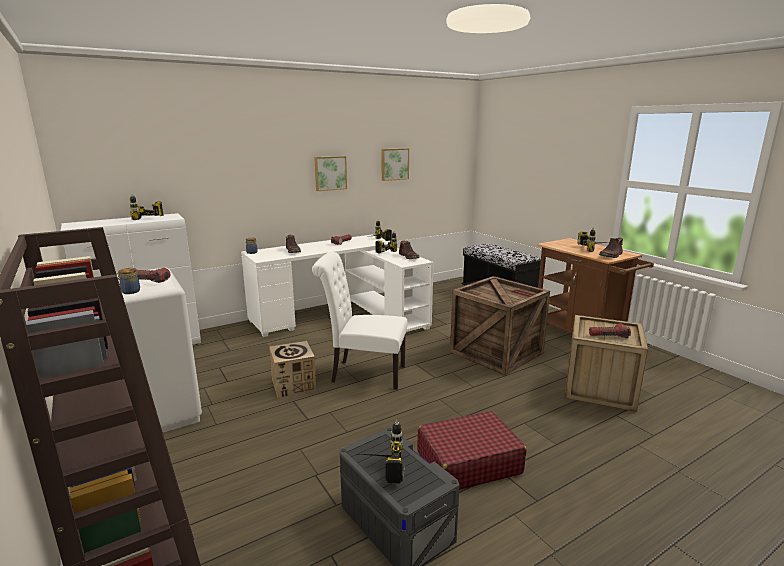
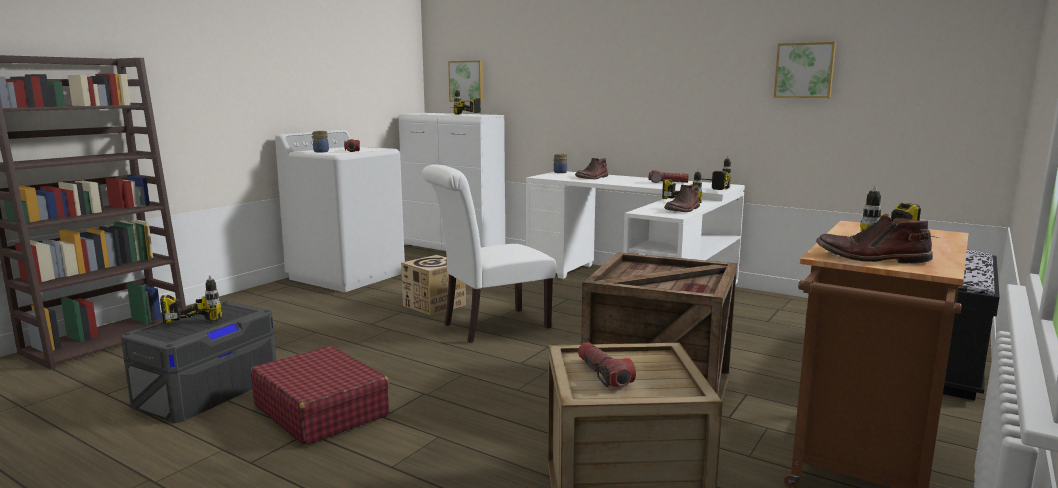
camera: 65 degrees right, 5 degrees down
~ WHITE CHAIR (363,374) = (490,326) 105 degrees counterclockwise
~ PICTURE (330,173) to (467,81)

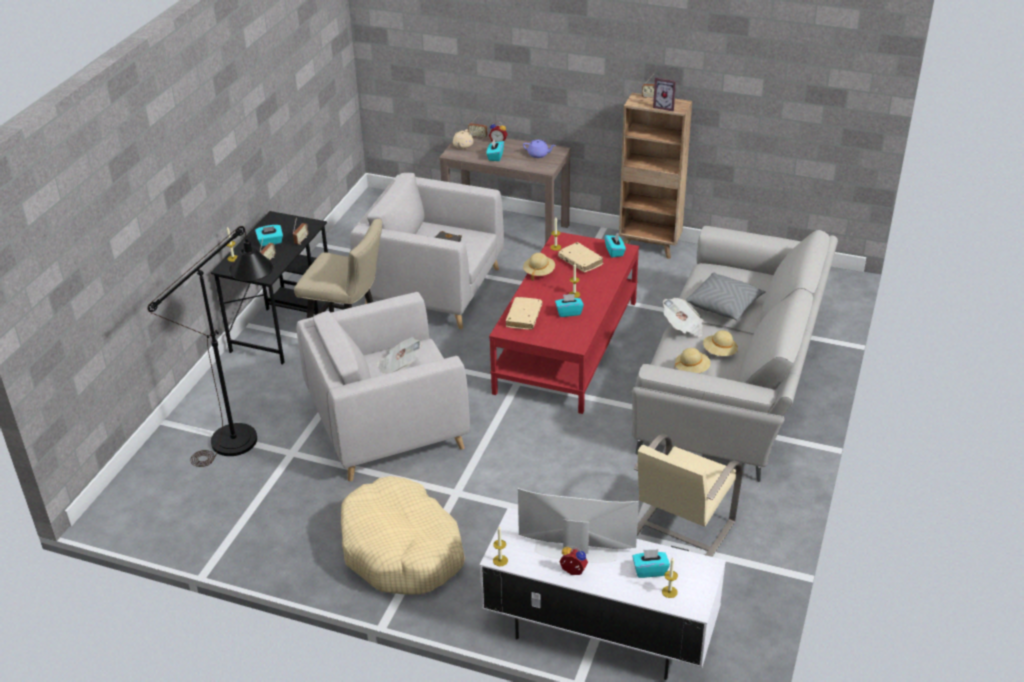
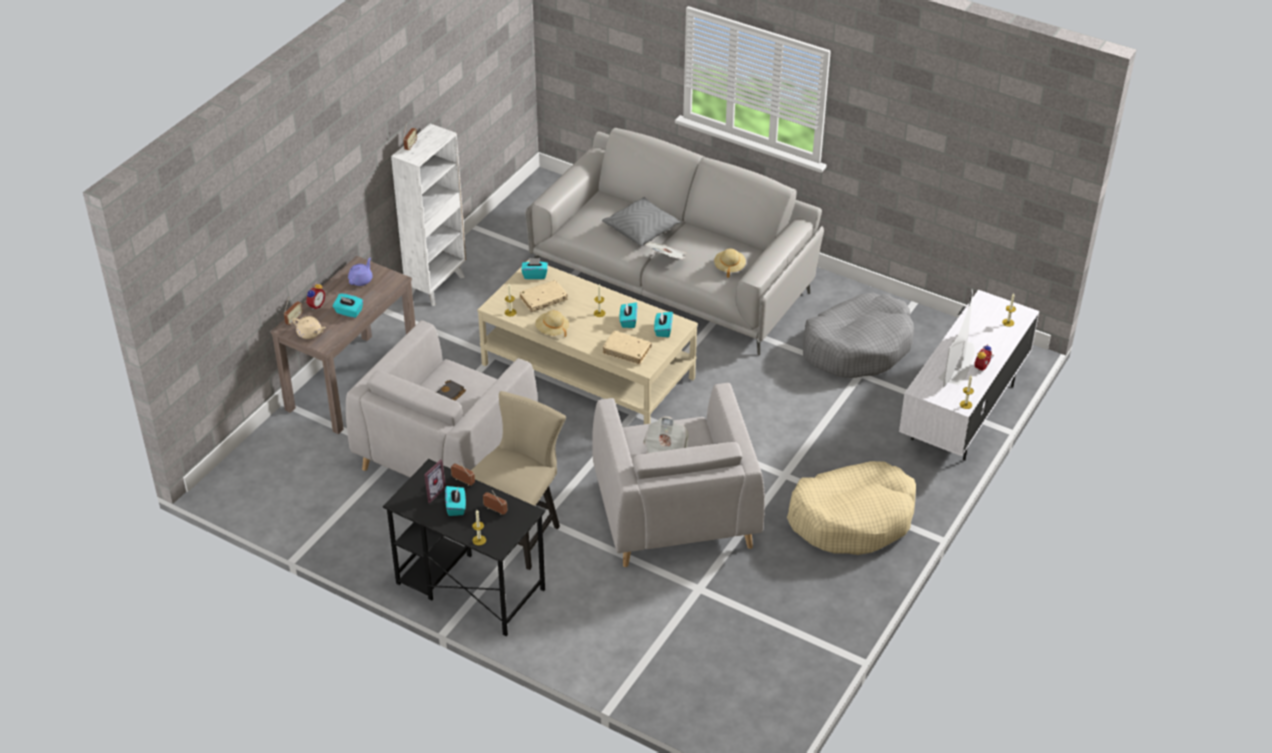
camera: 80 degrees left, 5 degrees up
- BLACK FLOOR LAMP (245,434)
~ RED COFFEE TABLE (566,346) to BEIGE COFFEE TABLE (588,371)
~ BROWN BOOKCASE (650,247) to WHITE BOOKCASE (437,285)
~ TURQUOISE TISSUE BOX (650,570) to (663,330)
~ BEIGE CHAIR (681,529) to GREY DOG BED (857,347)
~ PICTURE FRAME (665,107) to (431,492)
- BEIGE HAT (719,352)

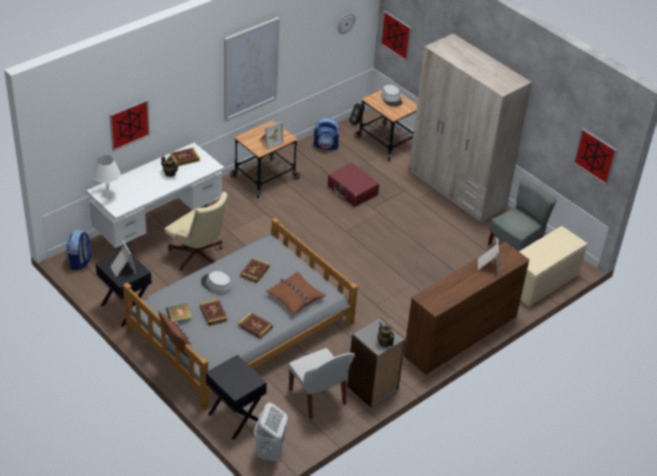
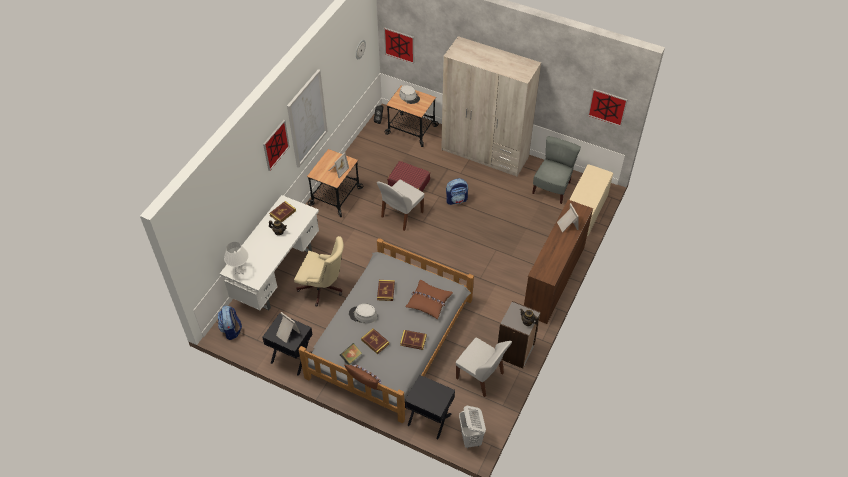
camera: 20 degrees left, 10 degrees up
~ PICTURE (129,124) to (275,145)
~ BACKPACK (326,146) to (456,200)
+ WHITE CHAIR (401,215)

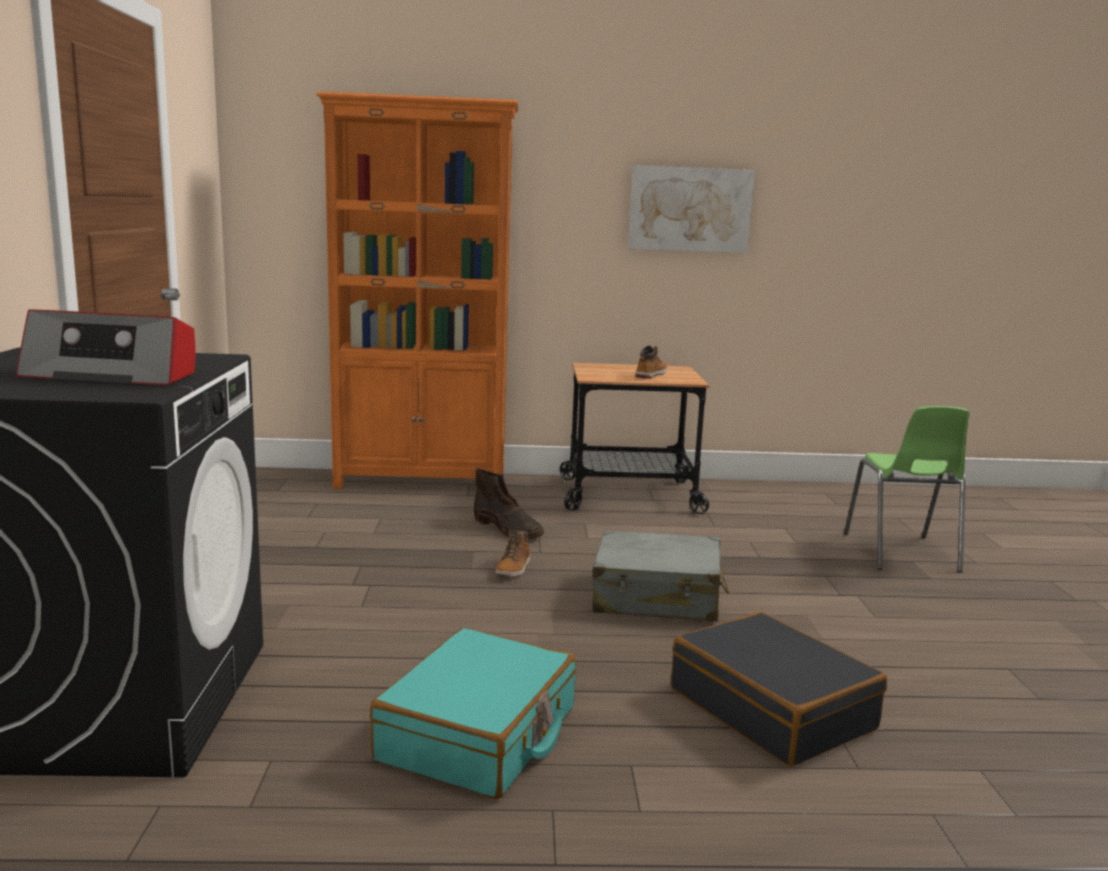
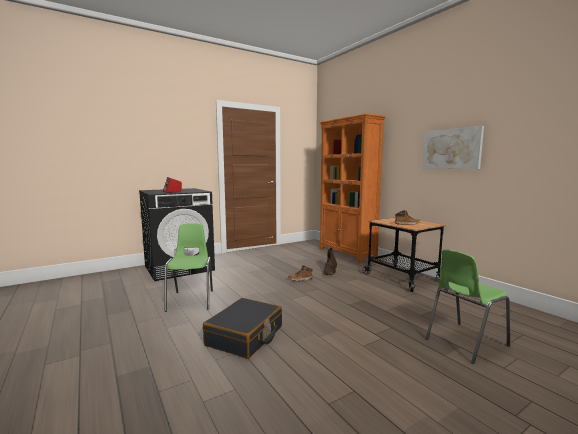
camera: 60 degrees right, 5 degrees down
~ TURQUOISE SUITCASE (479,735) to GREEN CHAIR (191,300)
- GREY SUITCASE (657,598)

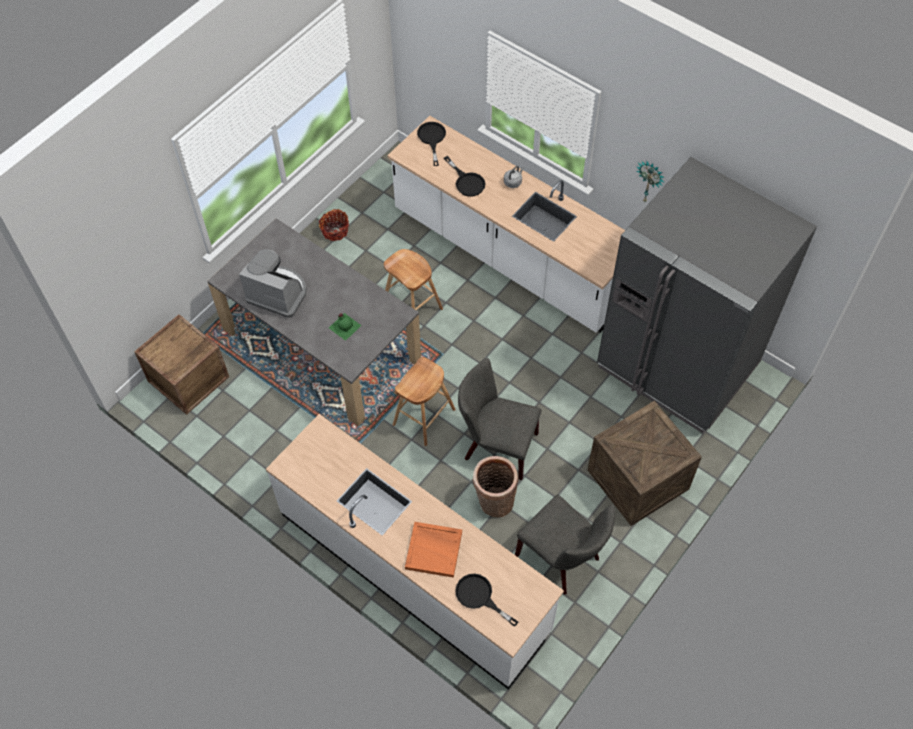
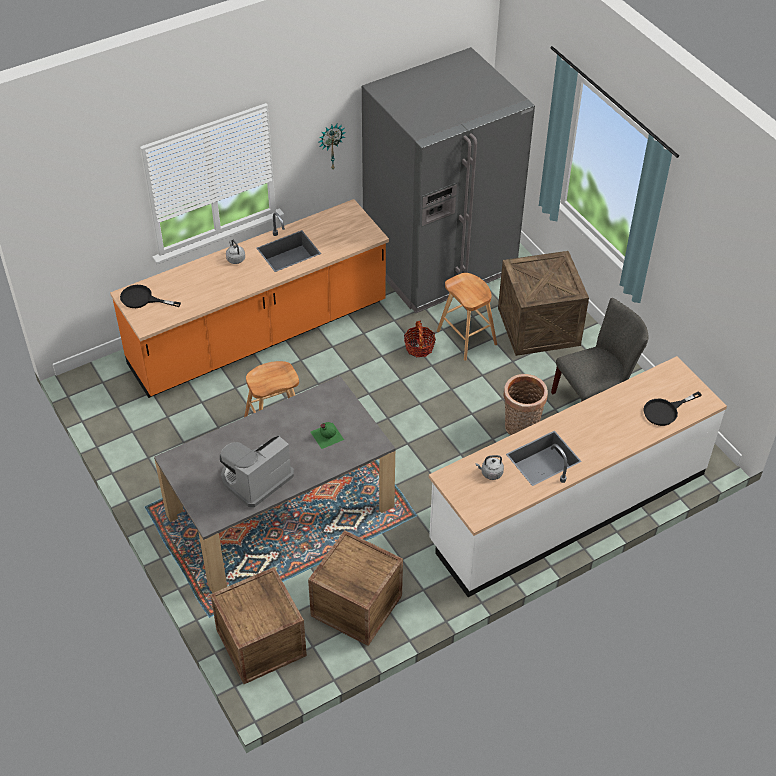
camera: 70 degrees left, 10 degrees down
~ BASKET (335,231) to (419,347)
~ WHITE COUNTER (508,256) to ORANGE COUNTER (259,335)
~ BROWN STOOL (424,417) to (466,337)
- ORANGE TRAY (434,550)
- BLACK FRYING PAN (467,182)
- GREY CHAIR (496,446)
+ CRATE (356,605)
+ GREY KETTLE (490,473)

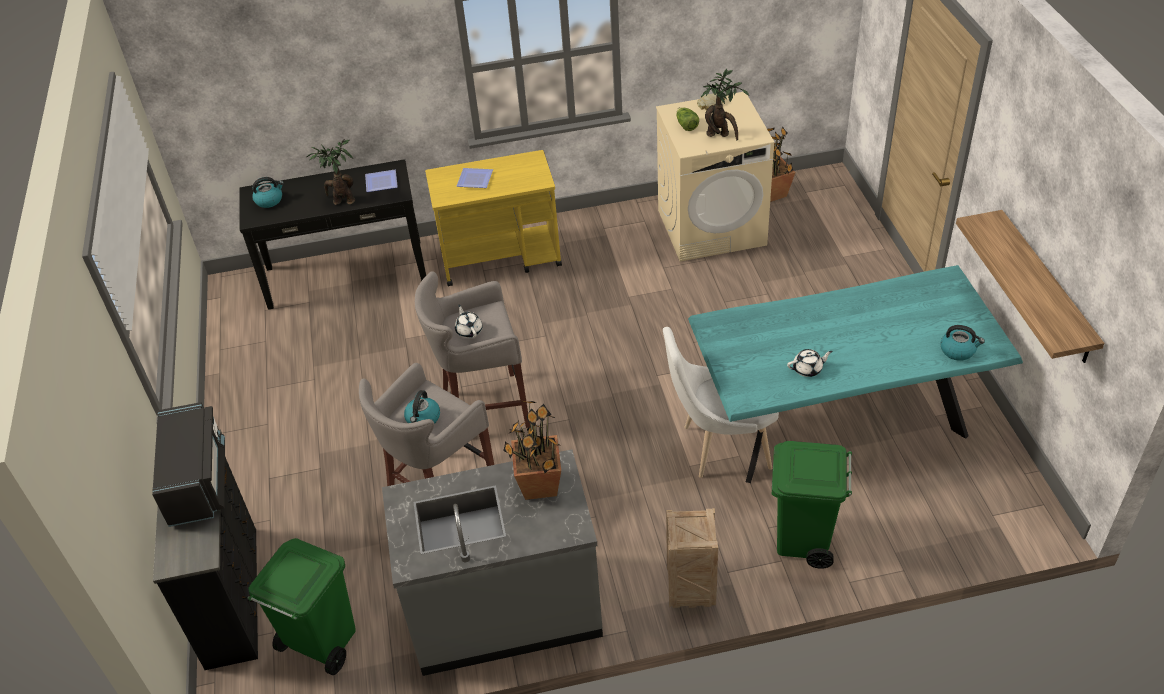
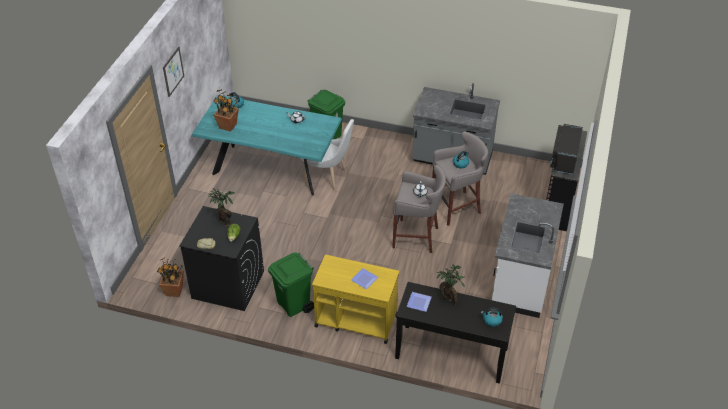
camera: 155 degrees left, 0 degrees up
~ GREEN TRASH CAN (321,642) to (294,305)
~ POTTED PLANT (539,486) to (228,126)
~ BEIGE WASHING MACHINE (712,227) to BLACK WASHING MACHINE (227,284)
- CRATE (692,589)
- SHELF (1045,287)
+ PICTURE (173,71)
+ WHITE COUNTER (520,280)

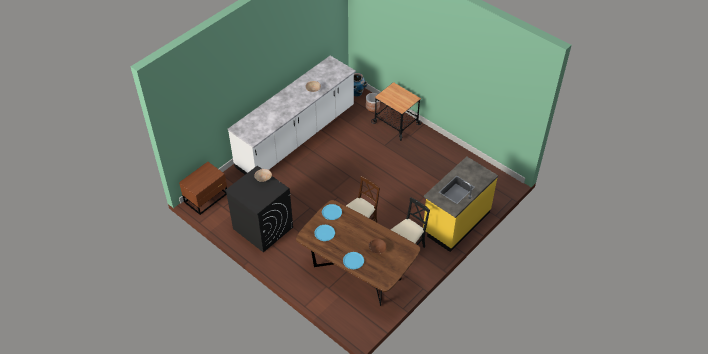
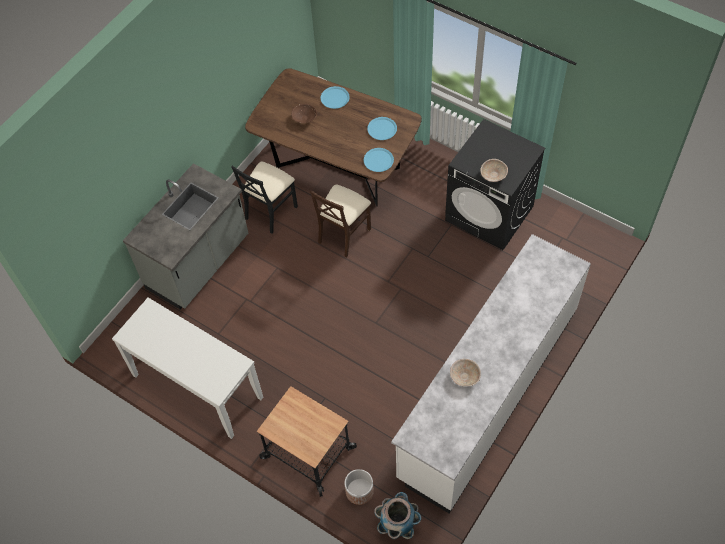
camera: 175 degrees right, 10 degrees up
- BROWN NIGHTSTAND (207,198)
~ YELLOW COUNTER (455,222) to GREY COUNTER (199,264)
+ WHITE CONSOLE TABLE (197,386)

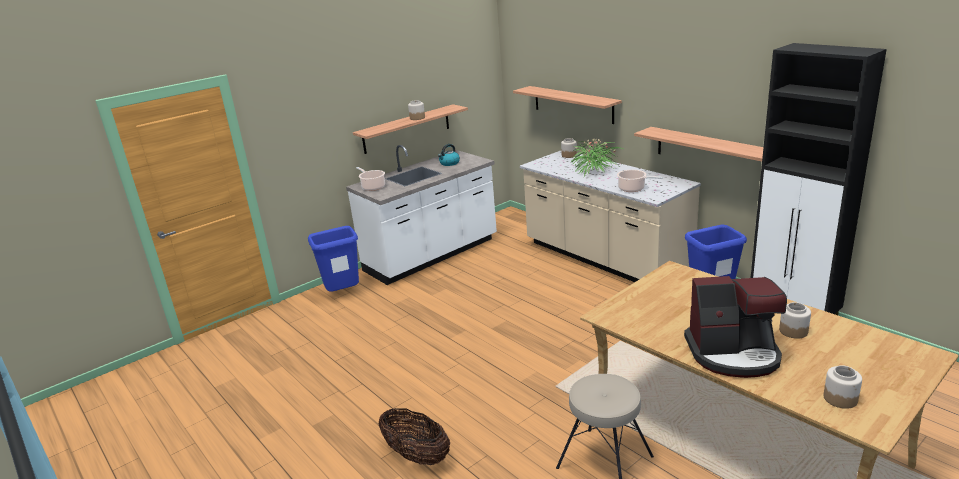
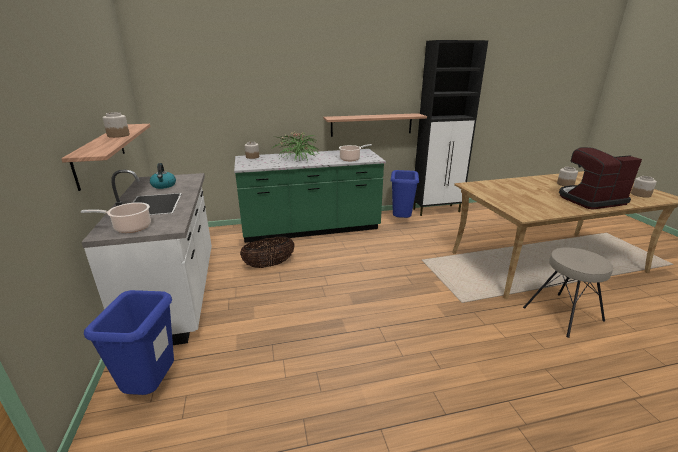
camera: 65 degrees left, 0 degrees up
~ BASKET (417,455) to (269,265)
- SHELF (573,104)
~ BEIGE COUNTER (604,259) to GREEN COUNTER (311,229)
~ COFFEE MACHINE (733,354) = (590,200) 135 degrees counterclockwise

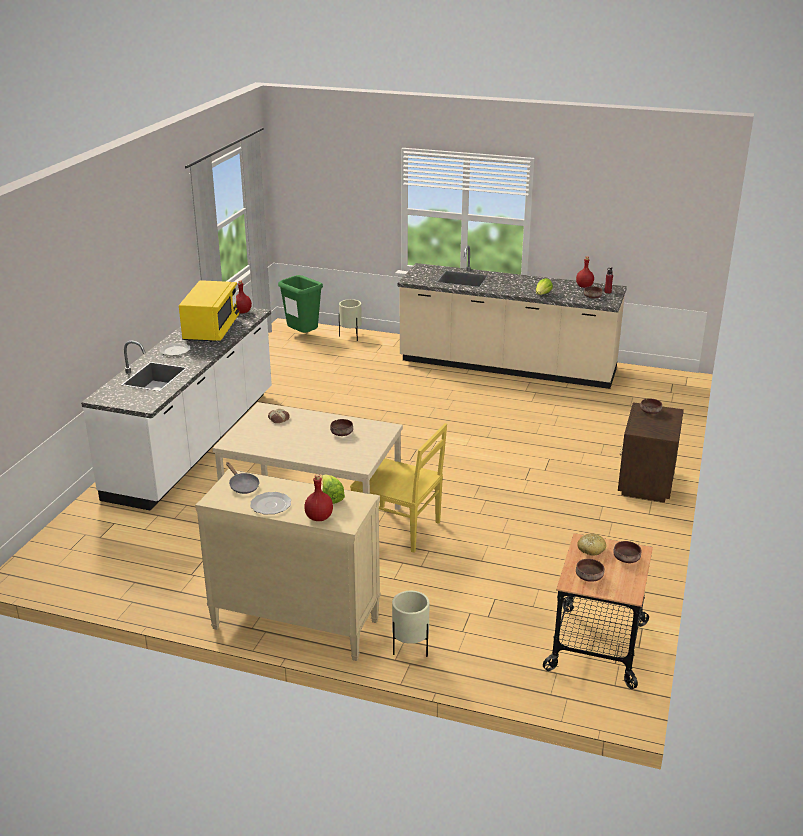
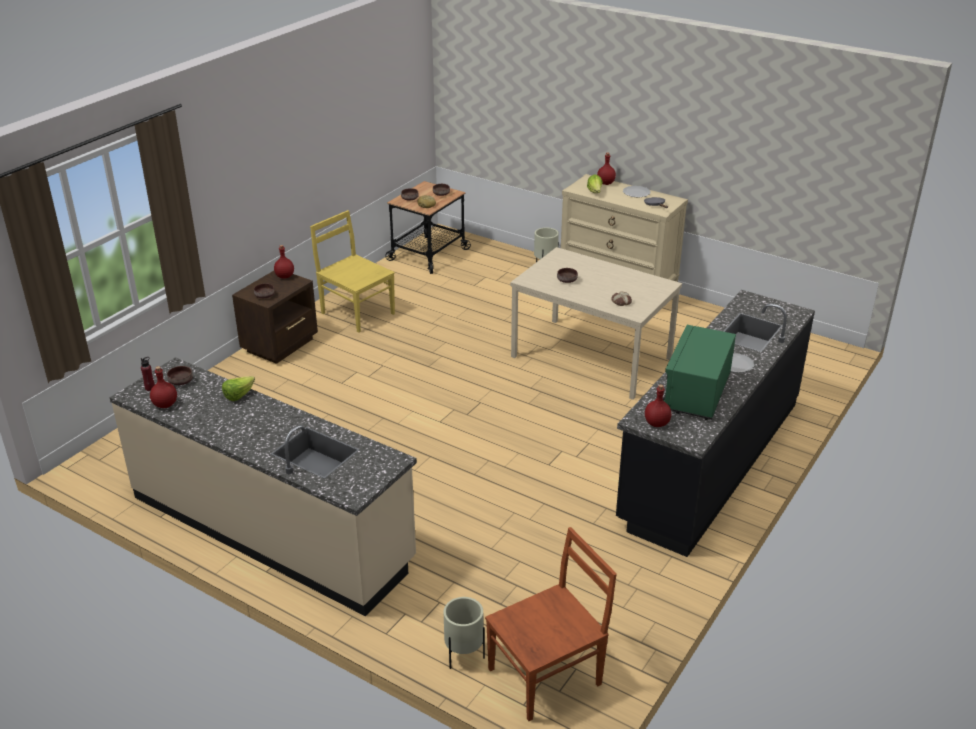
camera: 165 degrees left, 5 degrees up
~ WHITE COUNTER (195,443) to BLACK COUNTER (710,460)
~ YELLOW MICROWAVE (211,330) to GREEN MICROWAVE (696,393)
~ GREEN TRASH CAN (302,336) to BROWN CHAIR (547,675)
~ YELLOW CHAIR (399,529) to (356,312)
+ RED BOTTLE (284,276)

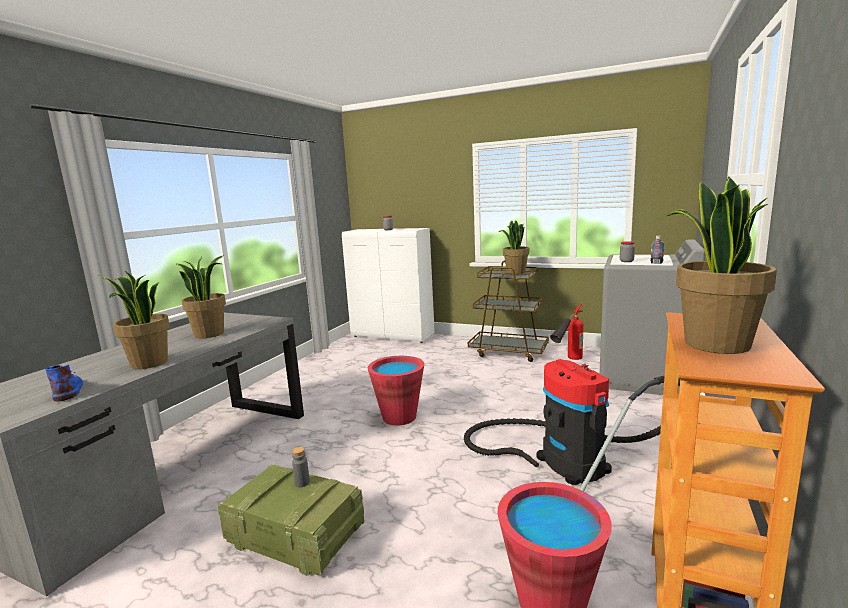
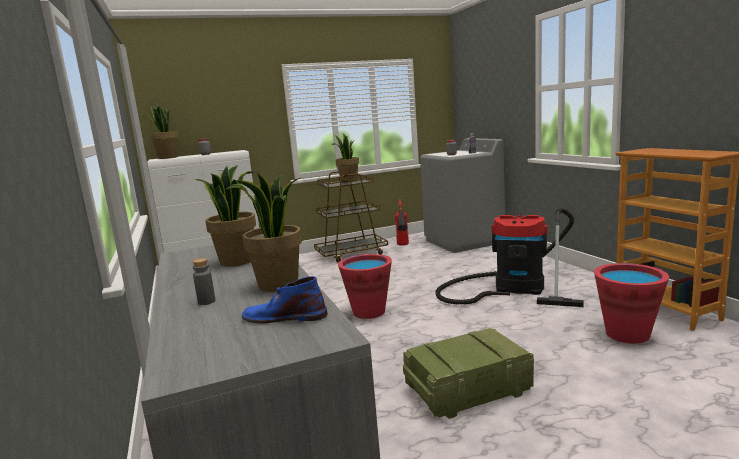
camera: 45 degrees left, 0 degrees up
~ GREY BOTTLE (302,483) to (206,302)
~ POTTED PLANT (714,344) to (167,158)

